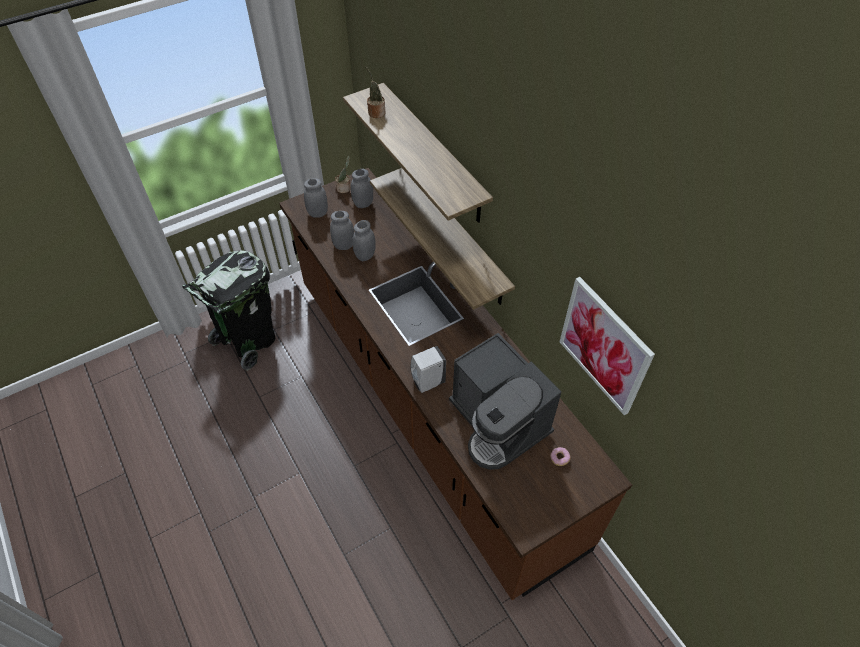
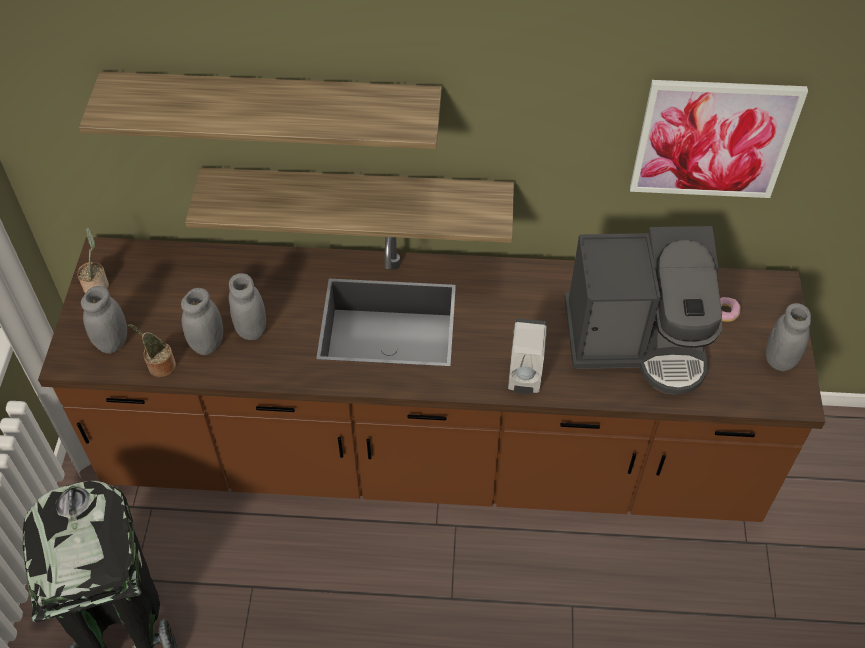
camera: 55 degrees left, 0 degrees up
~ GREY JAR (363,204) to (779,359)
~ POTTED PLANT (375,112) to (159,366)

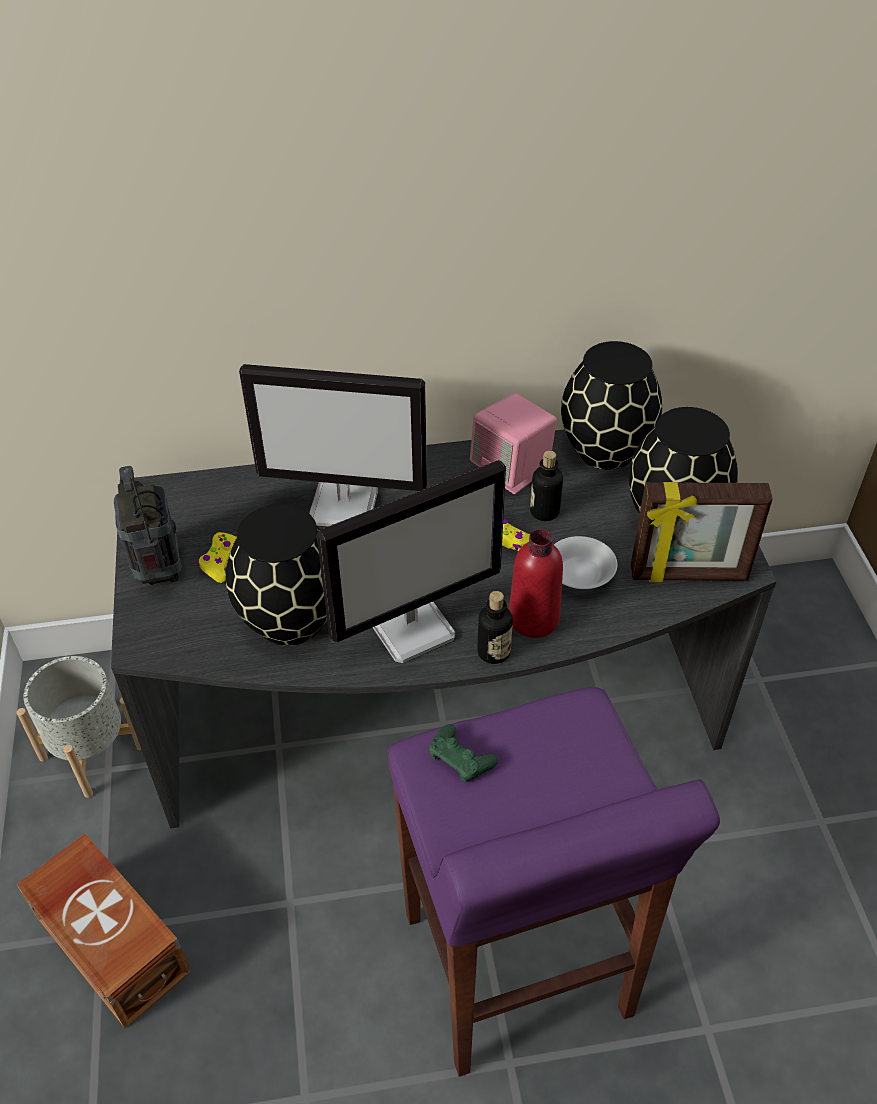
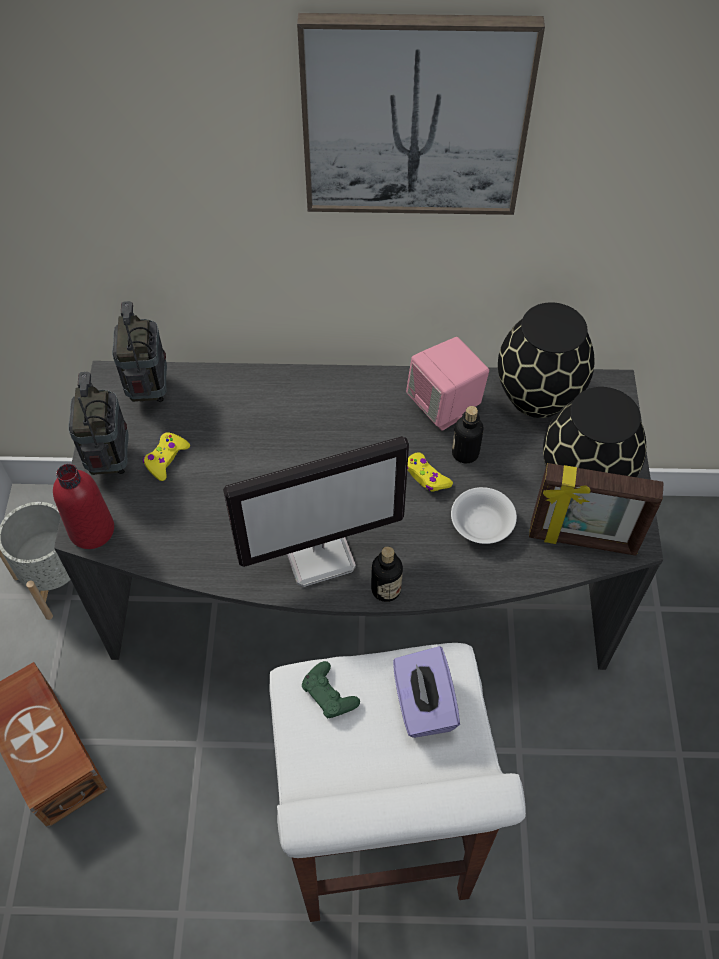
camera: 10 degrees right, 10 degrees up
- BLACK VASE (289,620)
- MONITOR (345,506)
~ PURPLE STOOL (517,968) to WHITE STOOL (378,838)
~ RED BOTTLE (533,619) to (92,530)
+ RADIO (149,390)
+ PICTURE (415,116)
+ PURPLE TISSUE BOX (423,704)

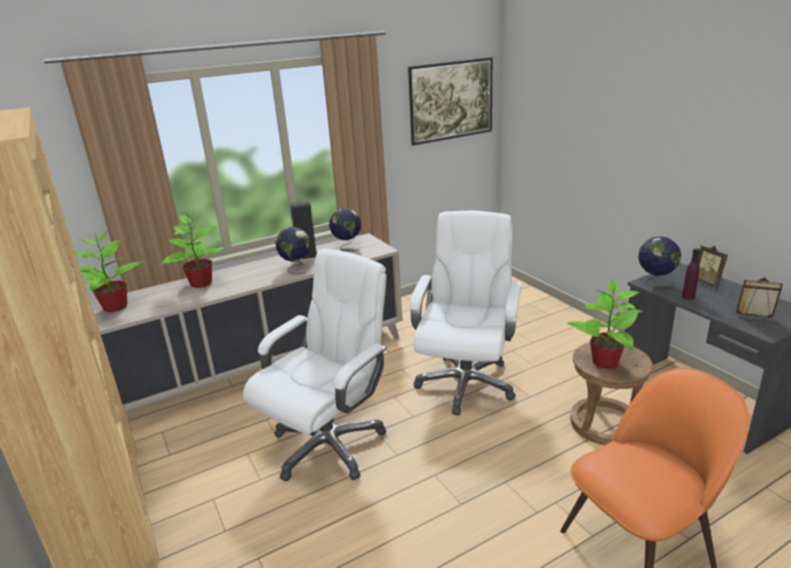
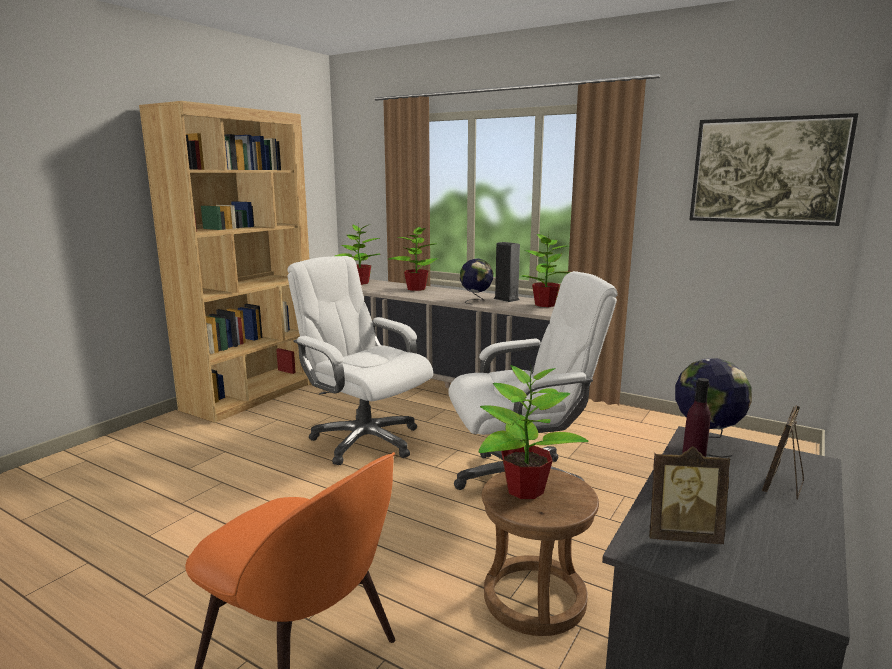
camera: 60 degrees right, 10 degrees down
~ WHITE OFFICE CHAIR (329,444) = (364,440) 150 degrees counterclockwise
~ GLOBE (347,247) to POTTED PLANT (545,305)
~ PICTURE FRAME (754,320) = (682,535) 105 degrees clockwise

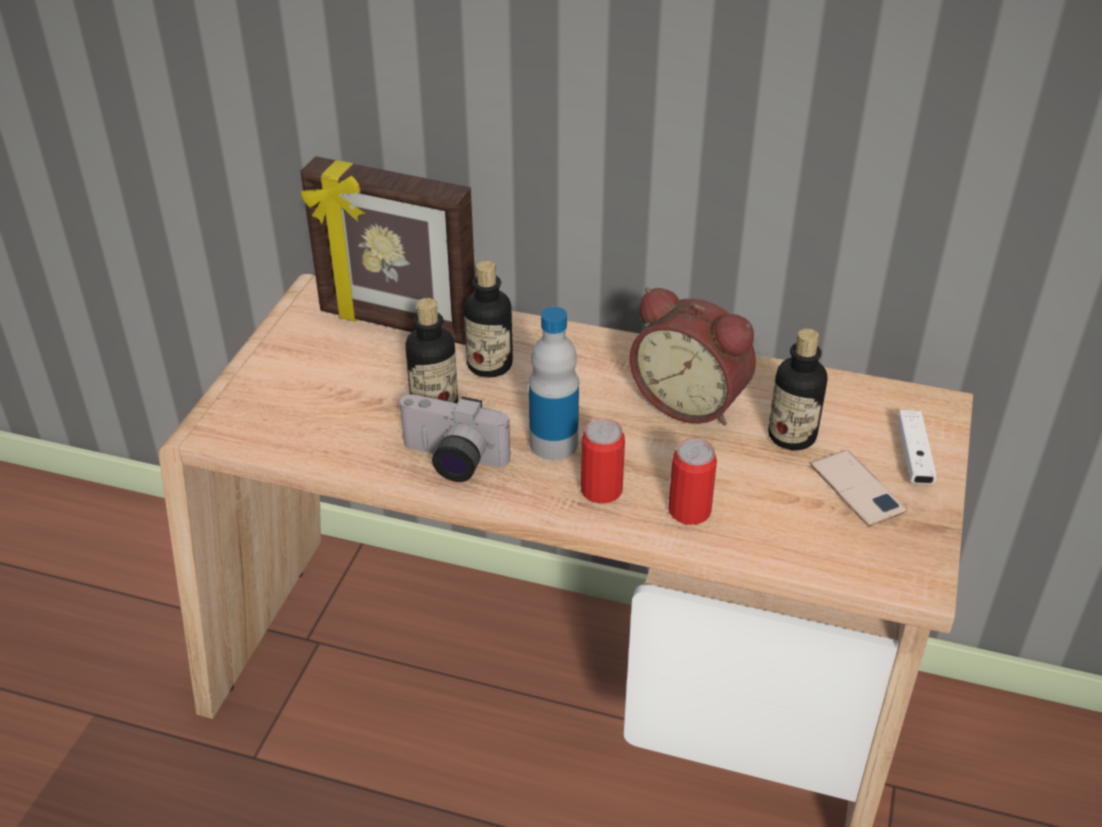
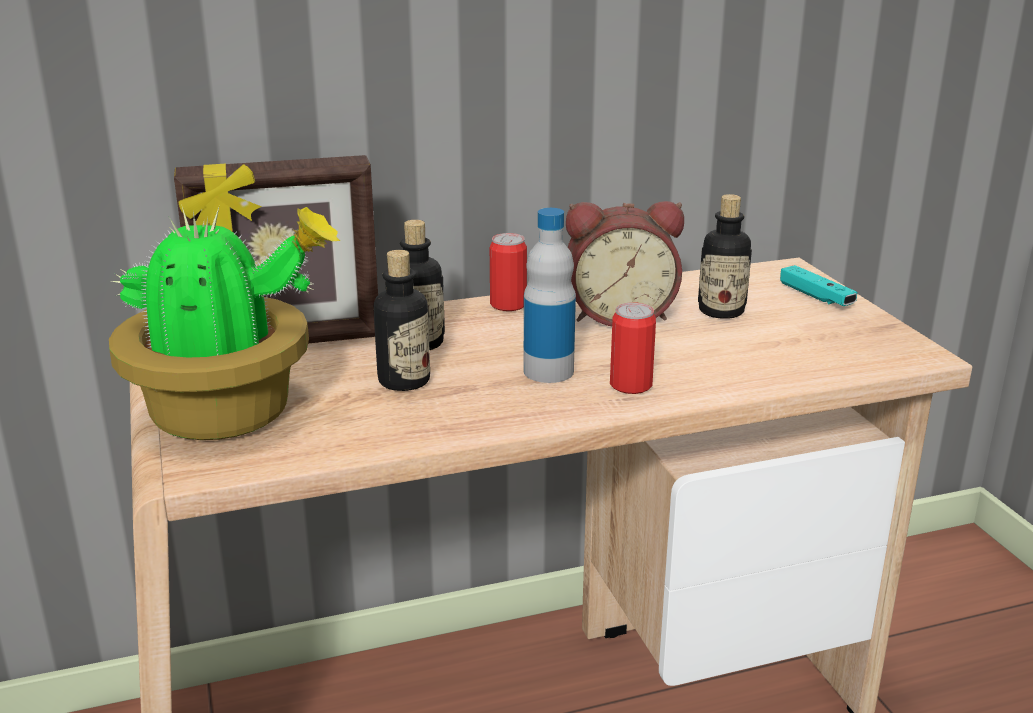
camera: 35 degrees left, 15 degrees down
- PHOTO CAMERA (451,462)
~ CAN (689,511) to (508,304)
- PHONE (857,488)
~ WHITE GAME CONTROLLER (913,456) to TURQUOISE GAME CONTROLLER (816,296)
+ POTTED PLANT (228,414)

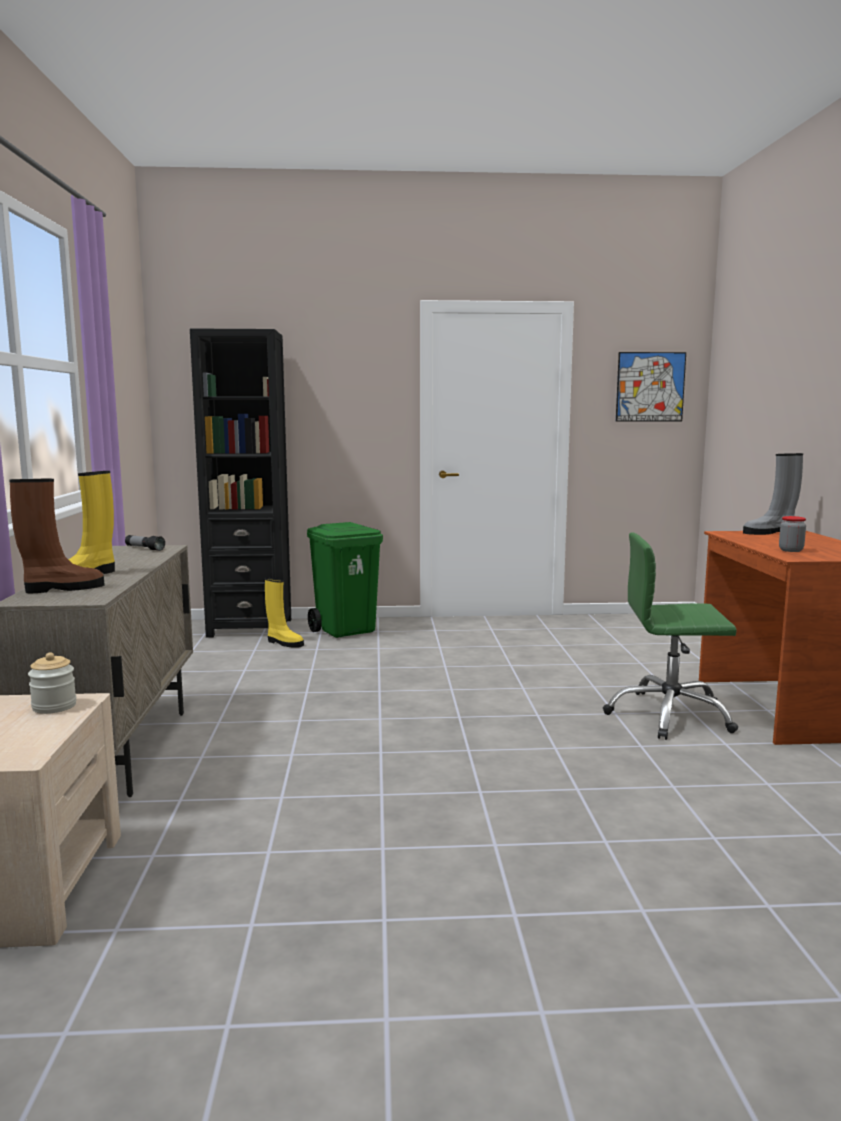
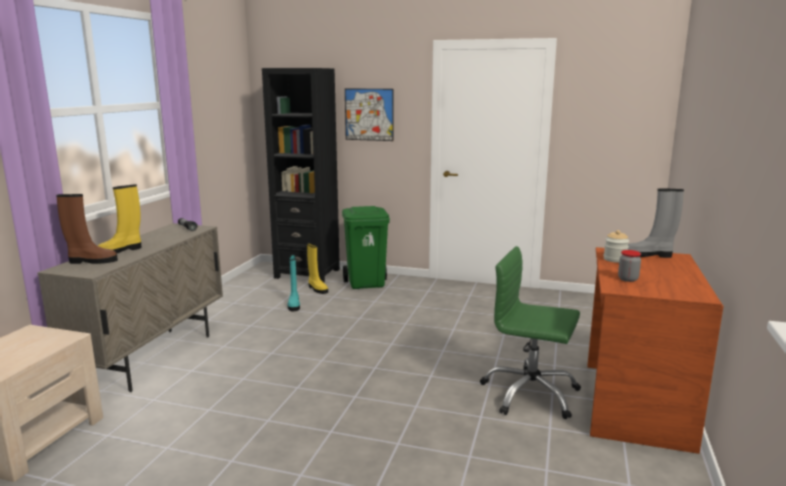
camera: 20 degrees right, 5 degrees up
~ JAR (54,706) to (615,259)
~ PICTURE (650,387) to (369,114)
+ TURQUOISE BOOT (294,305)

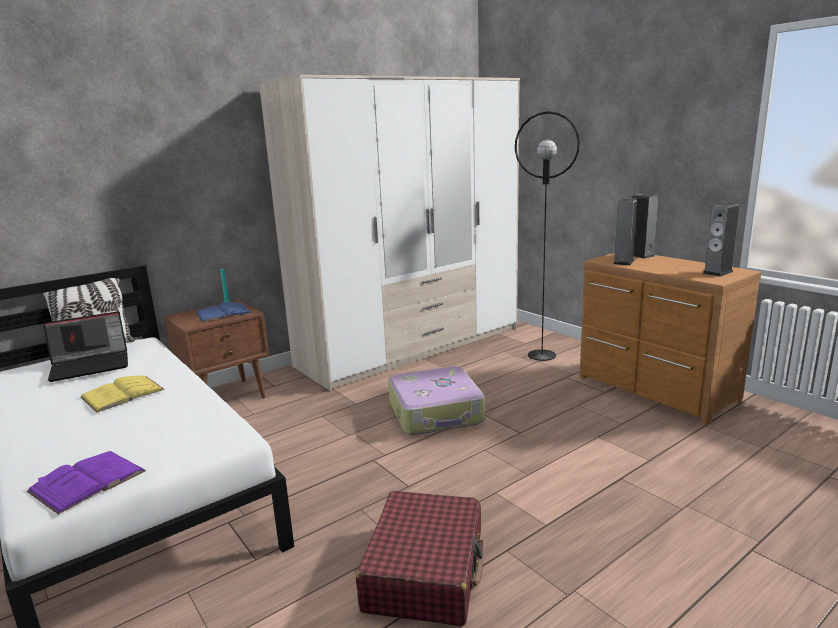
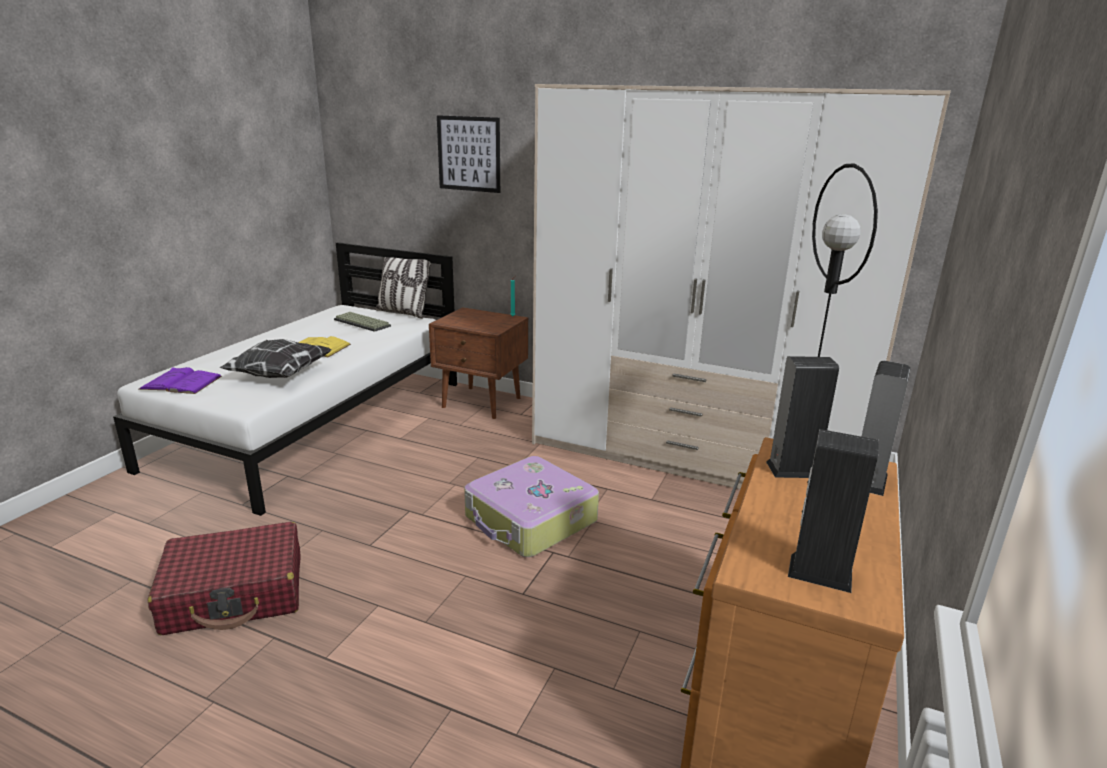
camera: 60 degrees right, 5 degrees up
~ LAPTOP (91,365) to KEYBOARD (363,323)
- BLUE BOOK (223,313)
+ PILLOW (279,375)
+ PICTURE (469,154)

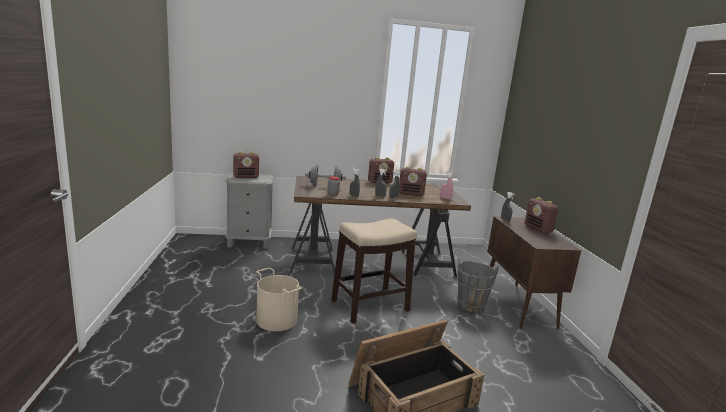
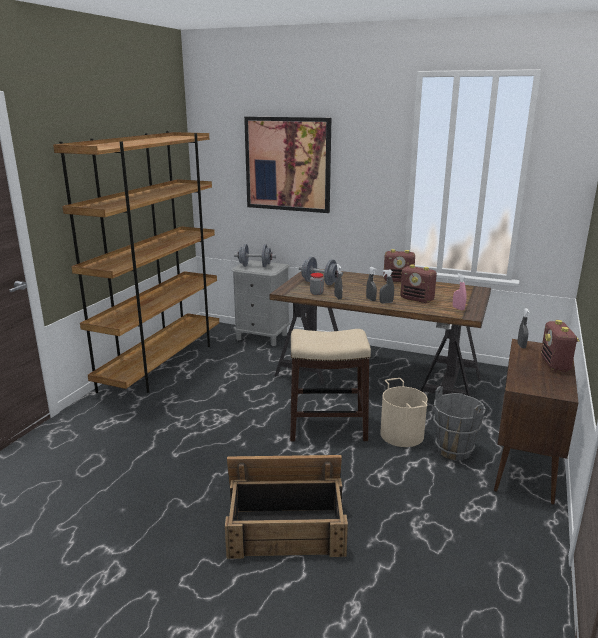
camera: 30 degrees right, 5 degrees up
~ RADIO (246,177) to GREY DUMBBELL (255,266)
~ BEIGE BUCKET (277,319) to (402,434)
+ BROWN BOOKCASE (162,363)
+ PICTURE (288,164)

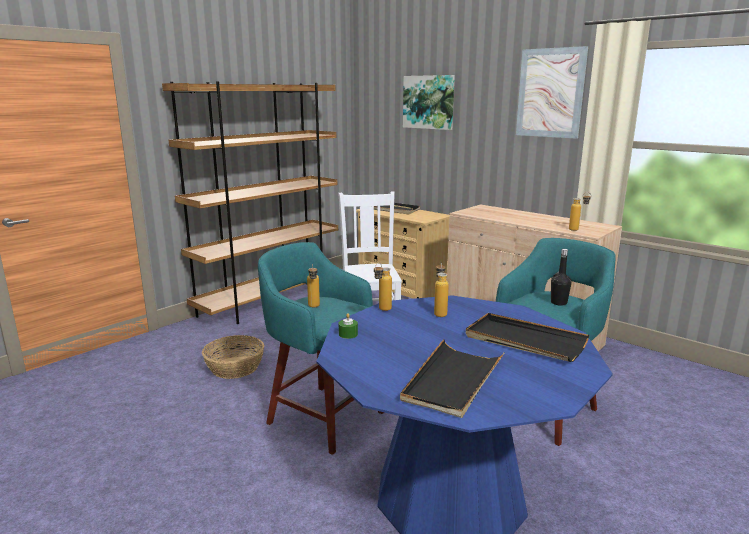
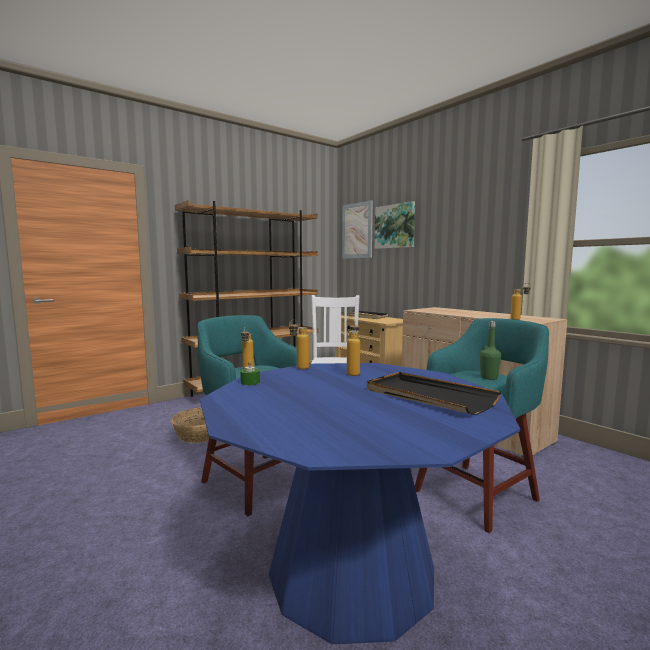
camera: 10 degrees right, 10 degrees down
- BLACK TRAY (452,381)
~ PICTURE (550,93) to (357,230)
~ BLACK BOTTLE (558,303) to GREEN BOTTLE (489,377)

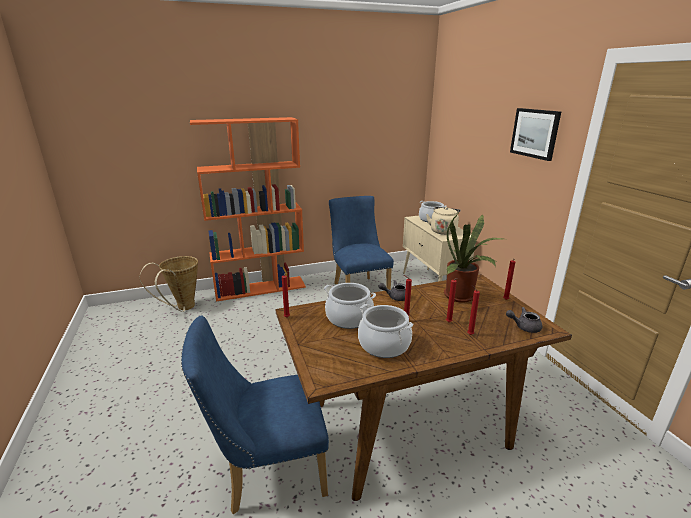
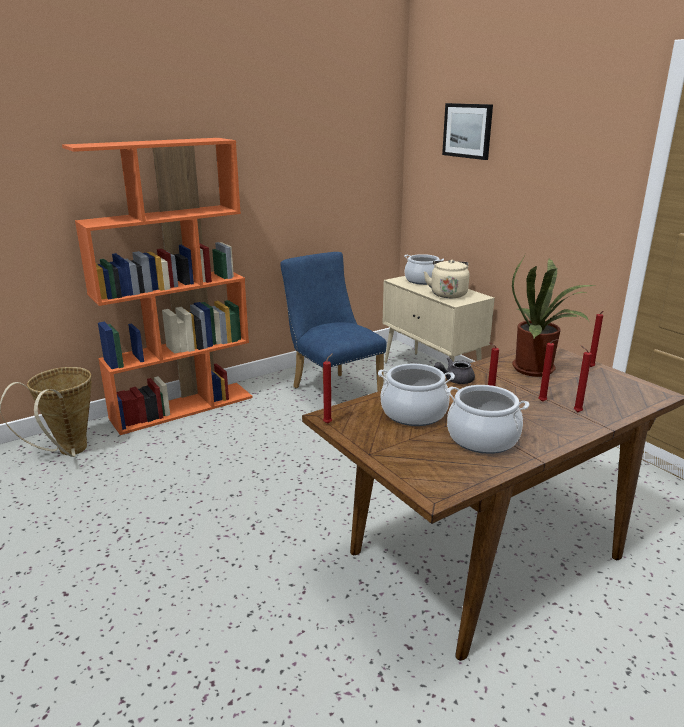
camera: 15 degrees left, 0 degrees up
- BLUE CHAIR (267,471)
- GREY TEAPOT (524,327)
~ PICTURE (535,133) to (467,130)

